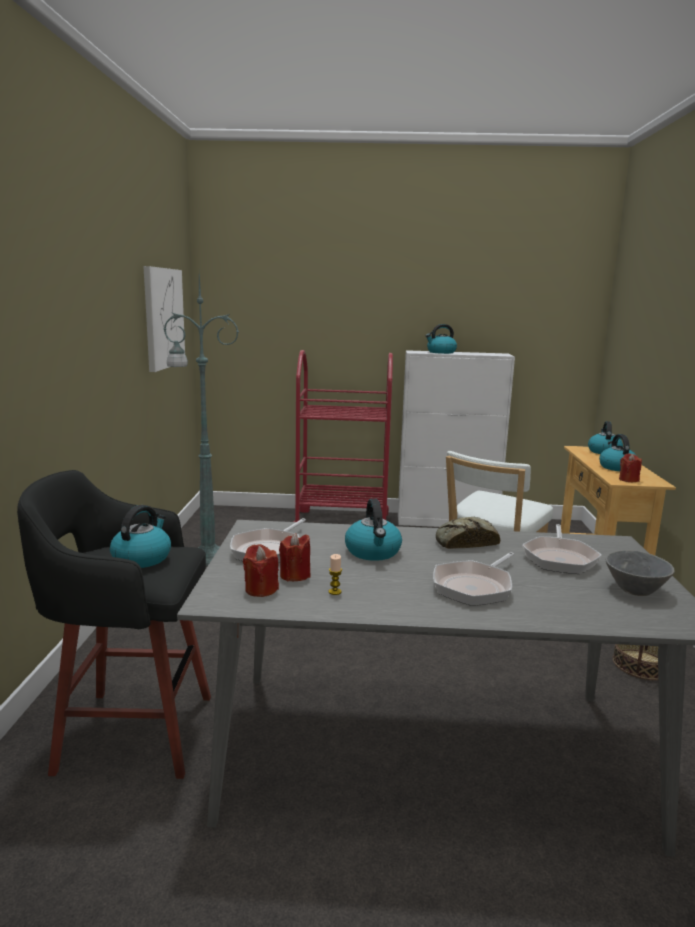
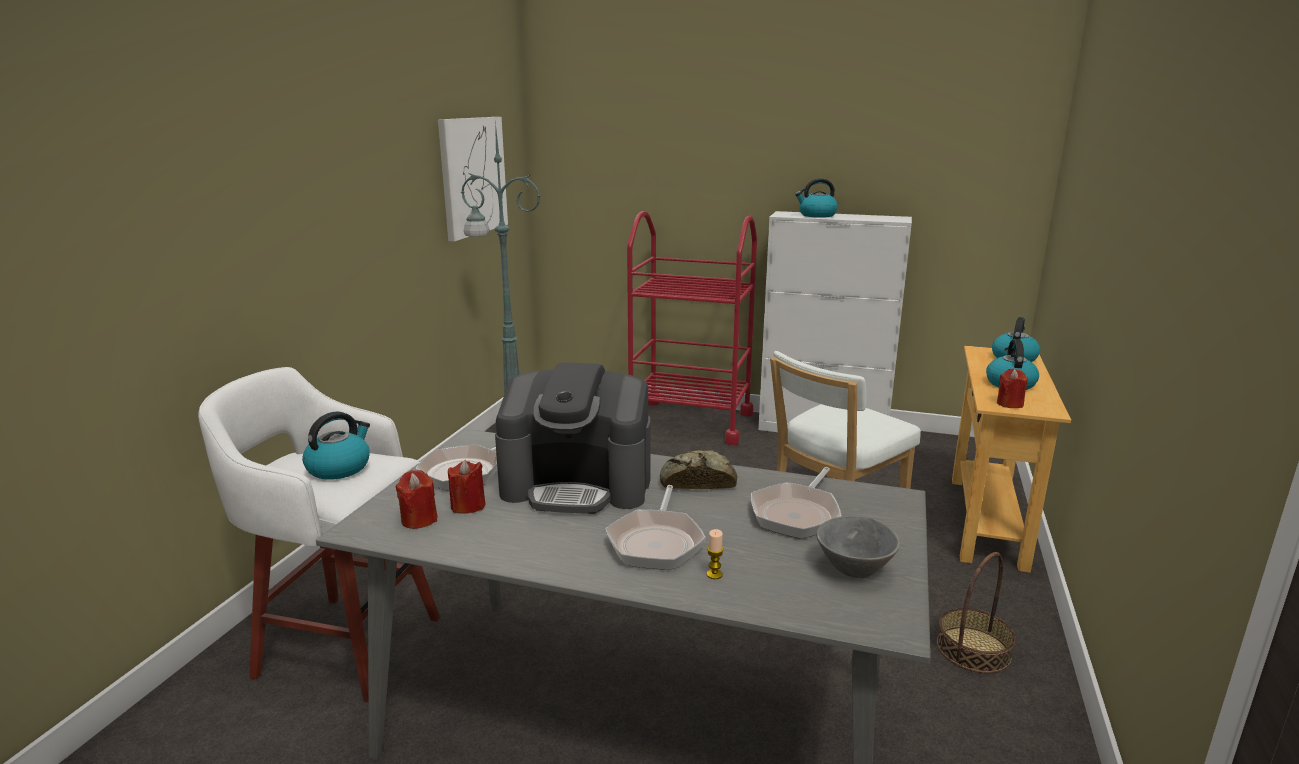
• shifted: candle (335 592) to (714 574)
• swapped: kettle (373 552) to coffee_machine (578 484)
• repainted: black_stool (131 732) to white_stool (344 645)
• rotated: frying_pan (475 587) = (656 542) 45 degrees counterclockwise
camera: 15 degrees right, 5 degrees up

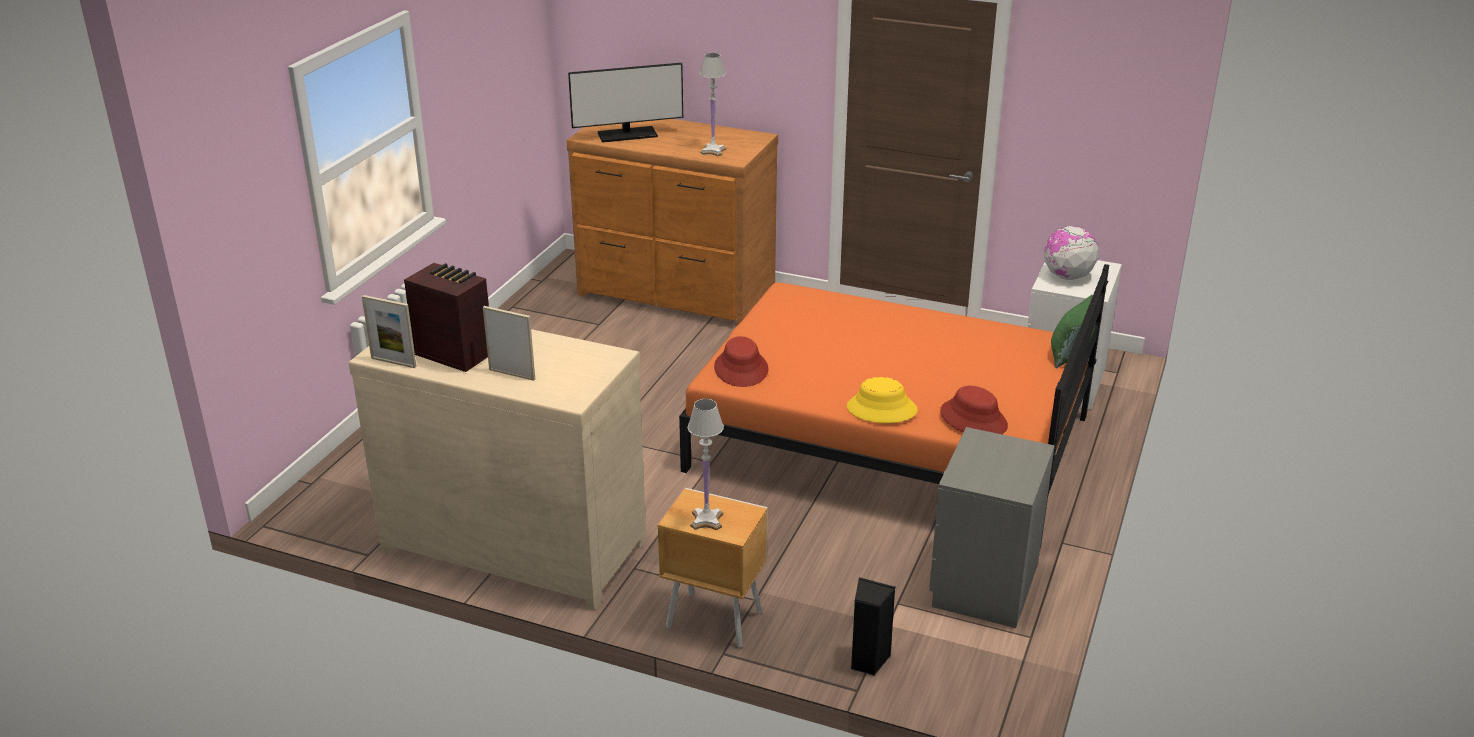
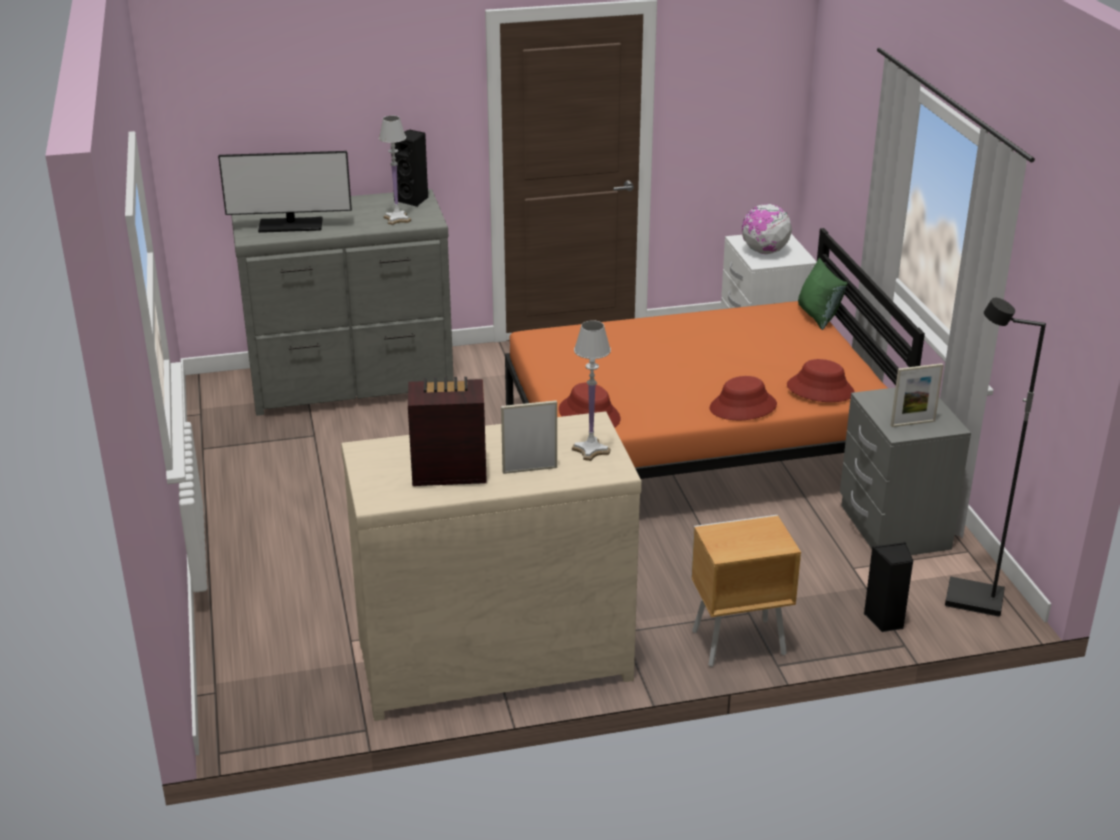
• new: black_speaker (413 200)
• new: black_floor_lamp (973 600)
• shifted: picture_frame (393 362) to (912 423)
• shifted: white_table_lamp (707 520) to (591 450)
• repainted: brown_dresser (675 293) to grey_dresser (352 383)
• repainted: yellow_hat (881 409) to red_hat (743 407)
• rotated: monitor (627 135) = (290 225) 45 degrees clockwise
camera: 35 degrees left, 0 degrees up

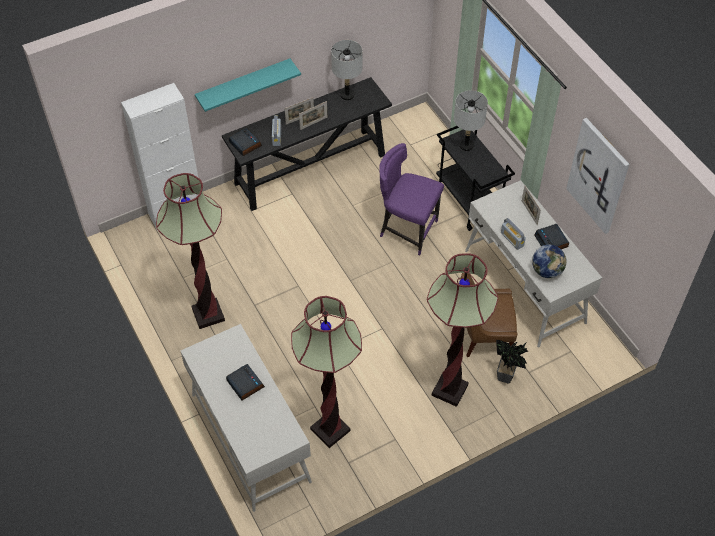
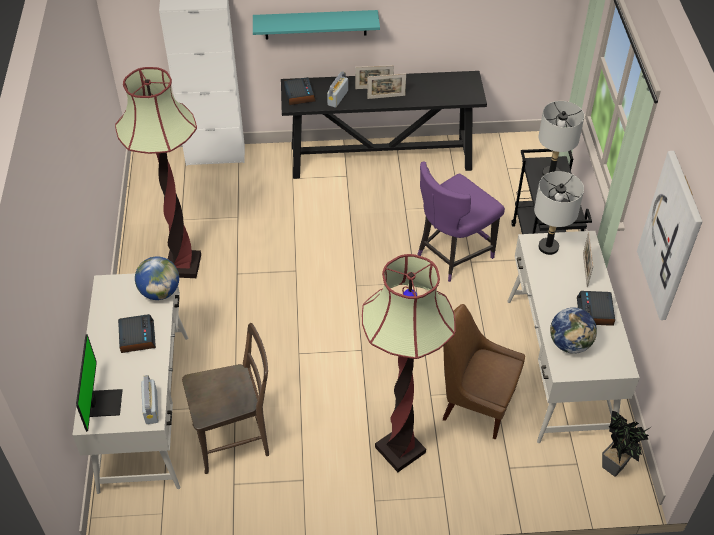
• new: monitor (104 403)
• new: globe (160 292)
• shifted: grey_table_lamp (347 95) to (548 247)
• shifted: potted_plant (507 379) to (614 470)
• shifted: radio (512 239) to (151 407)
• swapped: floor_lamp (330 430) to brown_chair (236 439)
• rotated: purple_chair (407 230) = (452 255) 90 degrees counterclockwise
camera: 25 degrees right, 5 degrees down

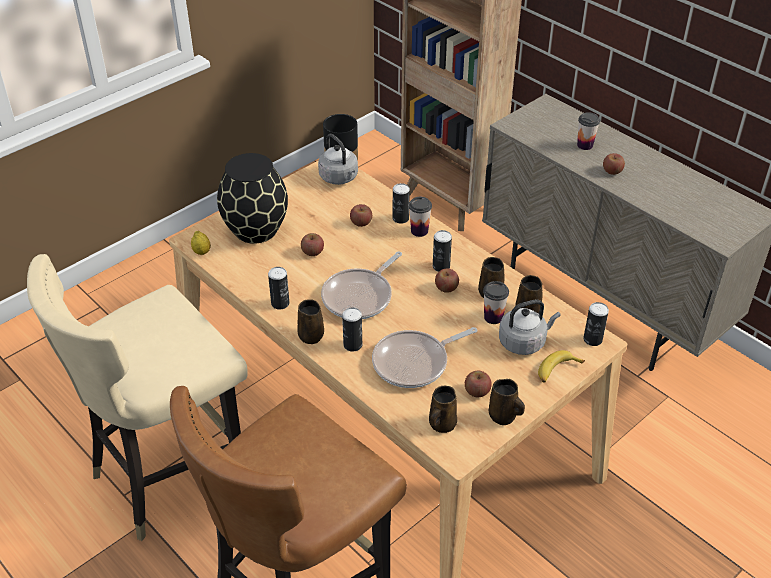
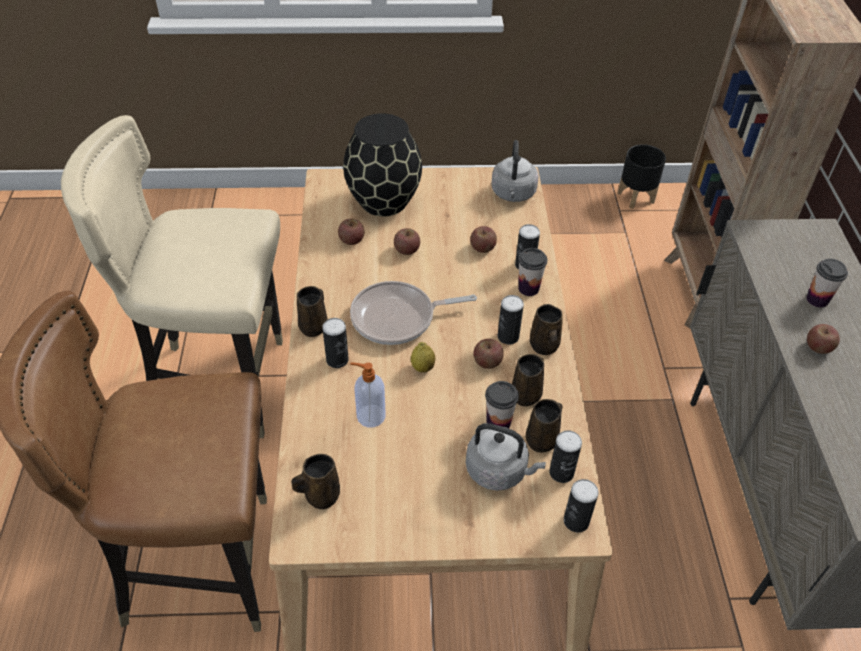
• gone: banana (557 371)
• shifted: lemon (202 252) to (422 367)
• shifted: can (280 303) to (561 472)
• shifted: apple (477 391) to (351 240)
• shifted: brown_mug (503 417) to (544 347)
• swapped: frying_pan (414 362) to soap_dispenser (370 416)
camera: 40 degrees right, 5 degrees up

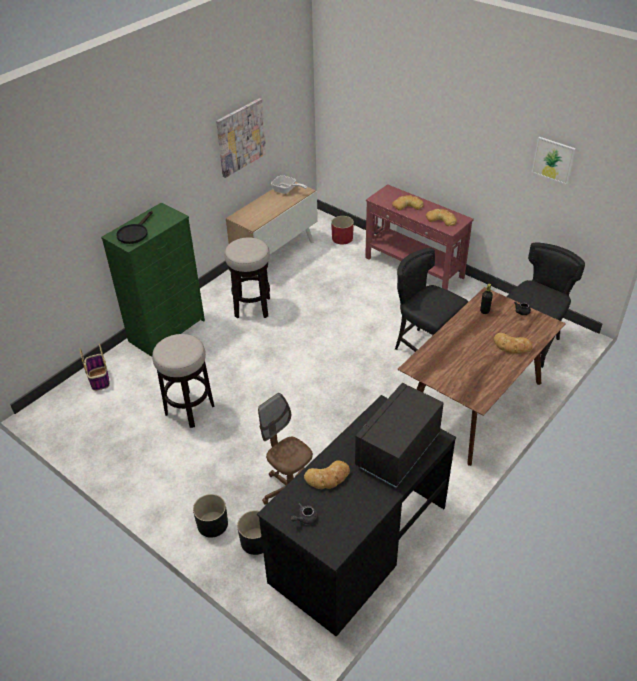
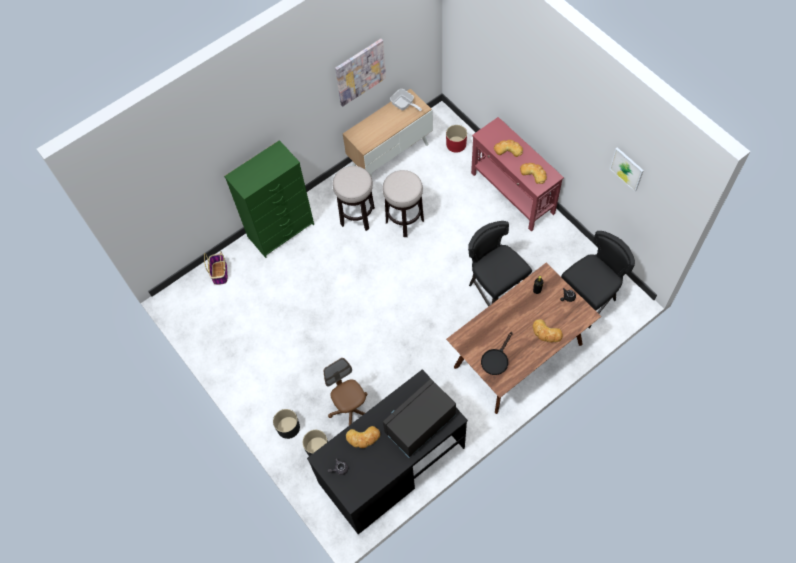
• shifted: black_frying_pan (134 233) to (496 359)
• shifted: stool (189 409) to (404 220)
camera: 15 degrees right, 20 degrees up

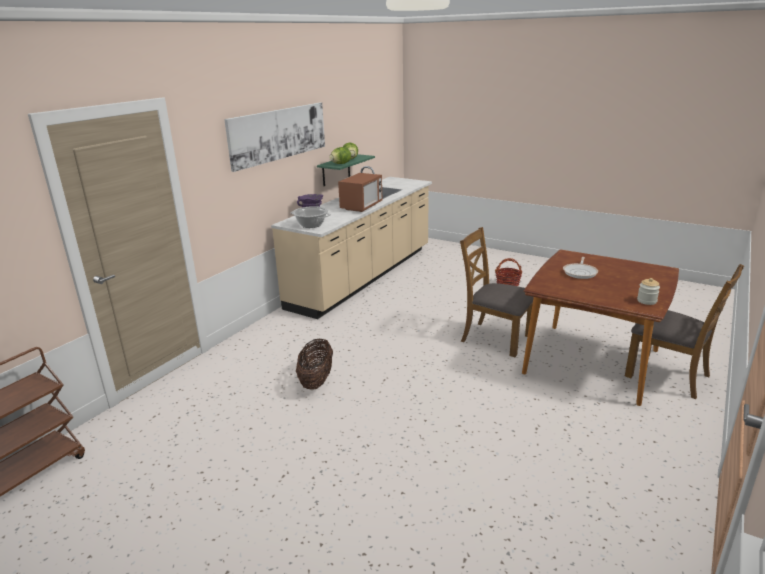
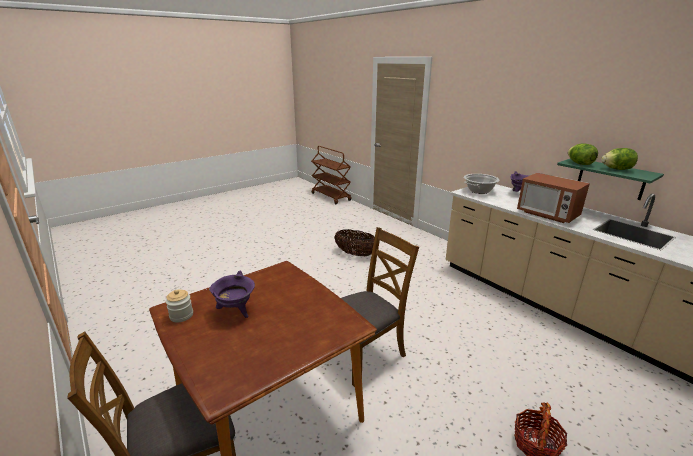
• gone: picture (279 134)
• gone: frying_pan (580 272)
• new: purple_cooking_pot (236 311)
camera: 110 degrees right, 0 degrees up

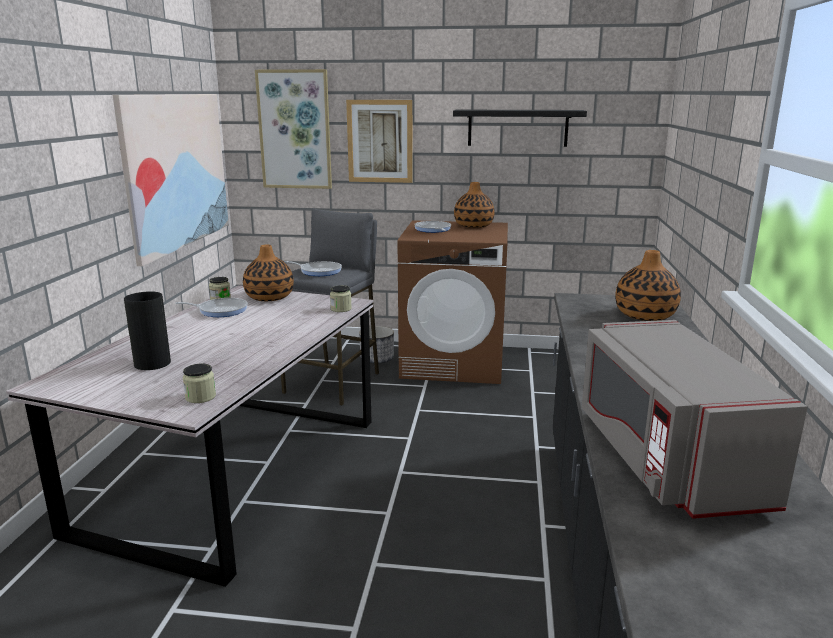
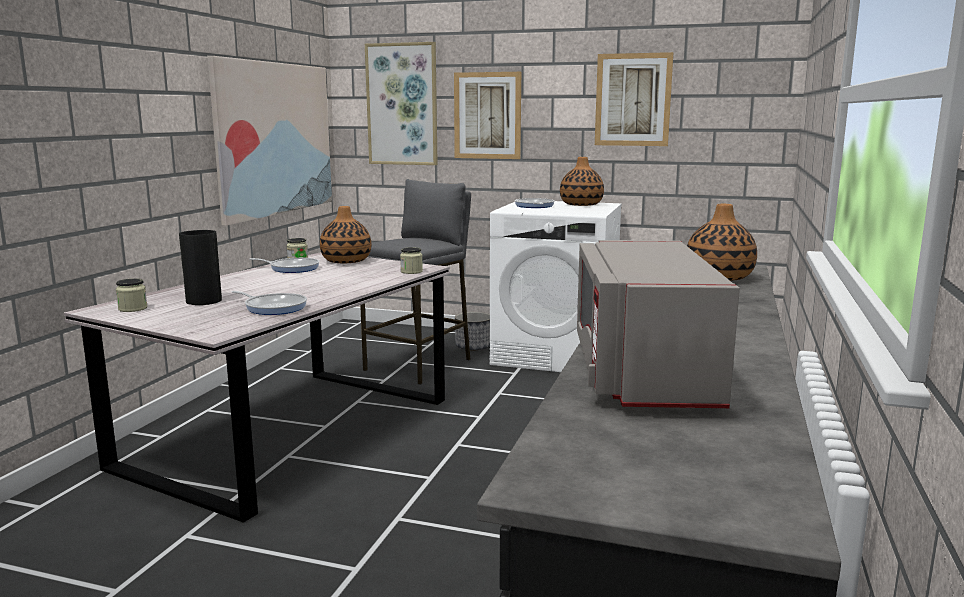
• shifted: jar (200 397) to (133 309)
• shifted: frying_pan (319 271) to (273 307)
• swapped: black_shelf (517 128) to picture (633 100)
• repainted: brown_washing_machine (454 363) to white_washing_machine (555 355)
camera: 10 degrees right, 5 degrees down

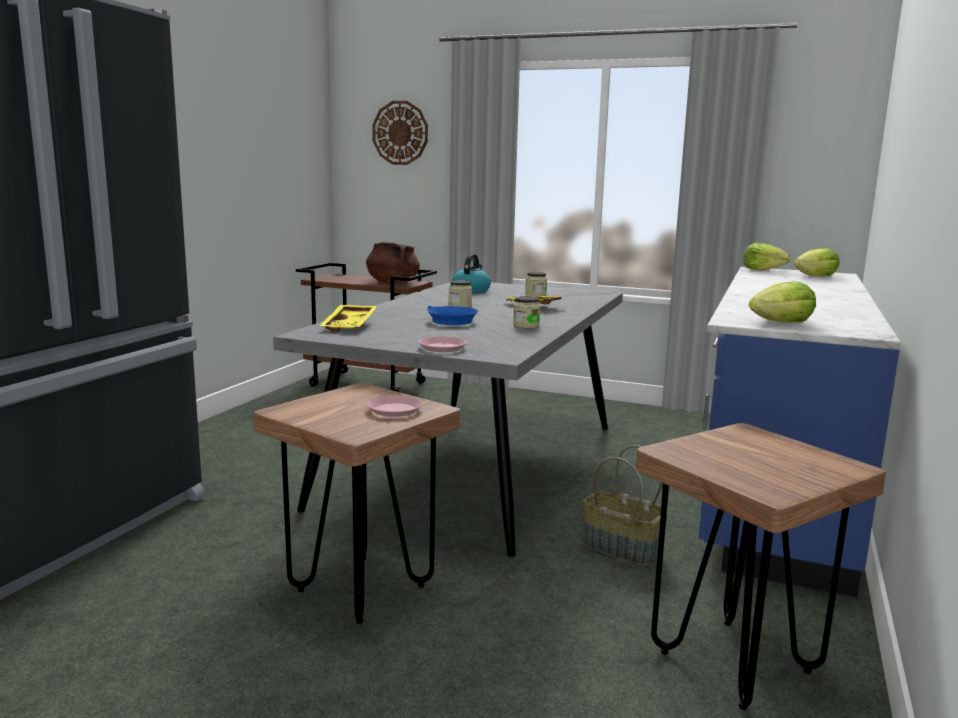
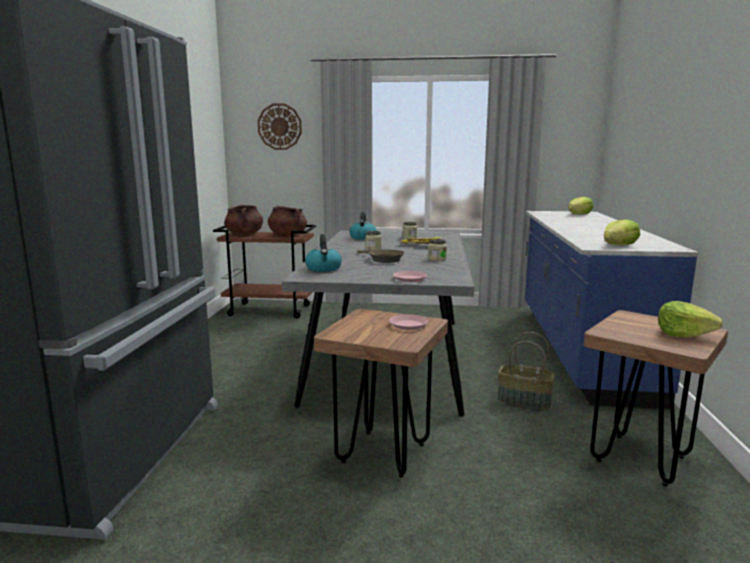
• new: brown_cooking_pot (244 234)
• shifted: lettuce (763 270) to (683 334)
• swapped: yellow_tray (351 326) to kettle (324 269)
• repainted: blue_frying_pan (449 320) to brown_frying_pan (383 259)
camera: 15 degrees left, 0 degrees up

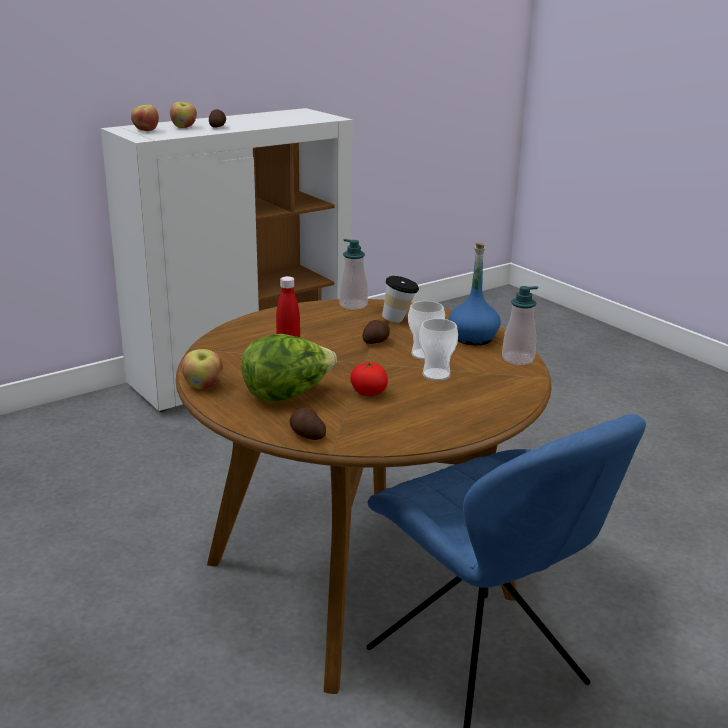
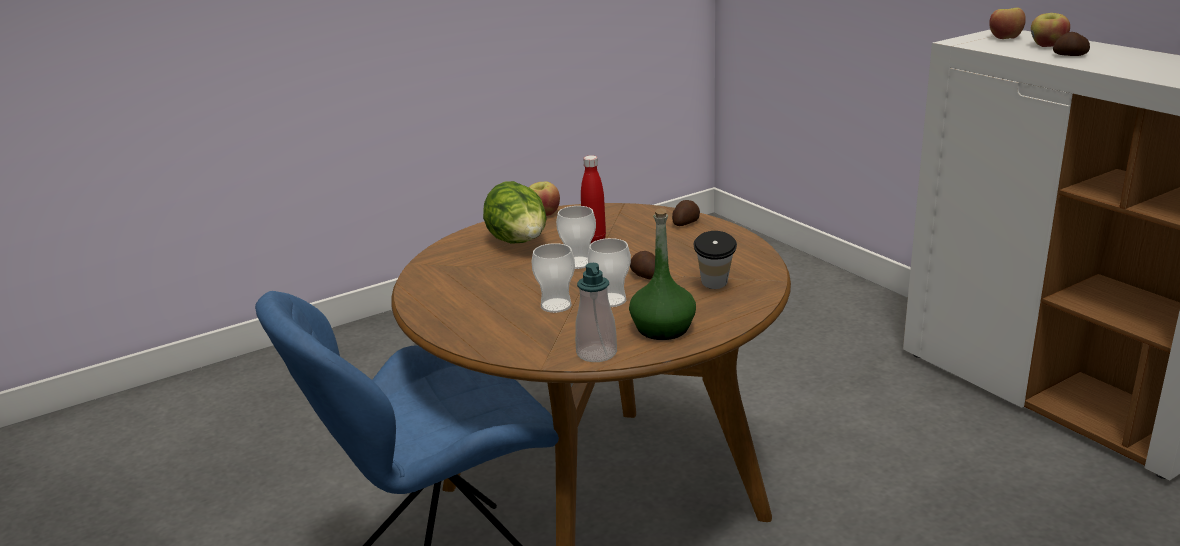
• gone: soap_dispenser (353 305)
• gone: tomato (369 393)
• new: cup (578 263)
• shifted: potato (306 435) to (685 223)
• repainted: blue_bottle (473 338) to green_bottle (663 329)
camera: 95 degrees right, 0 degrees up

